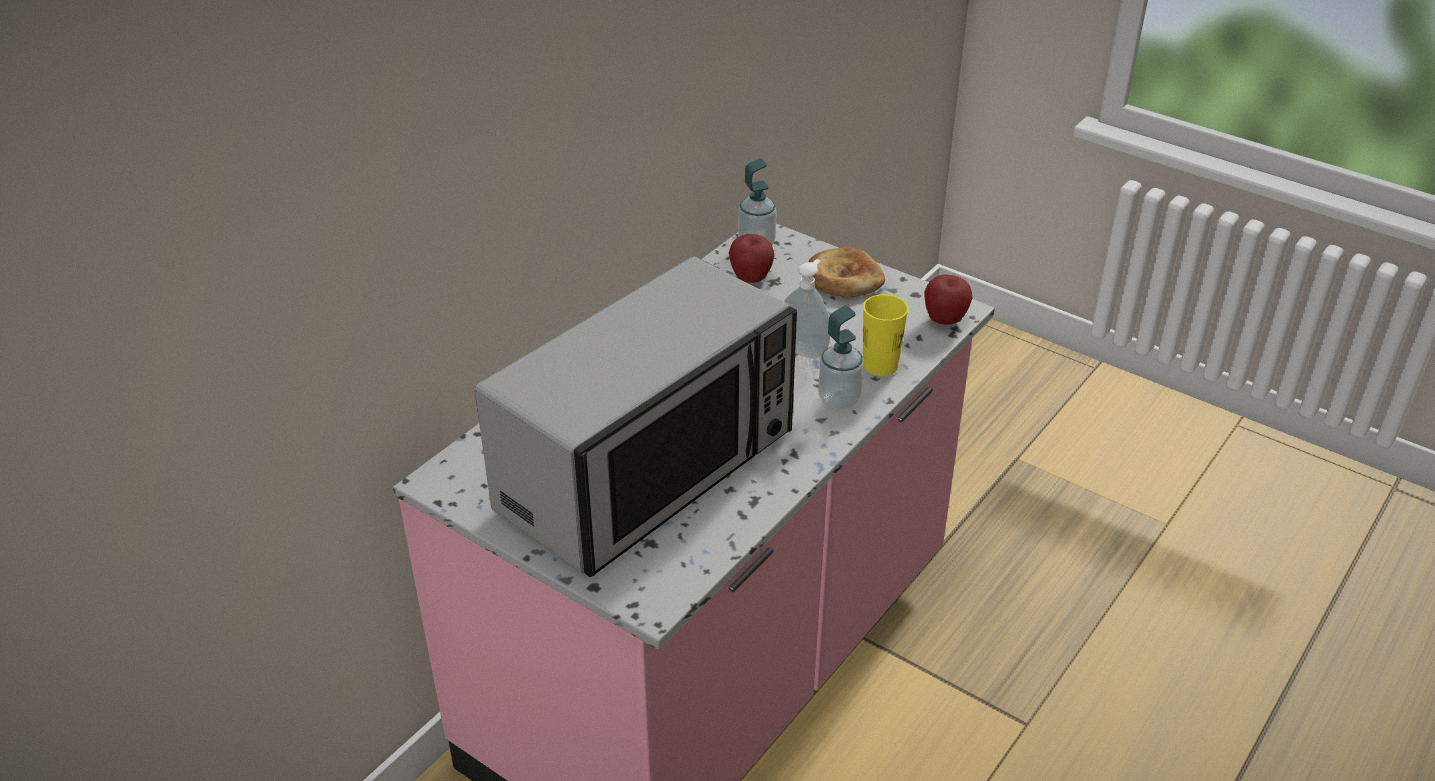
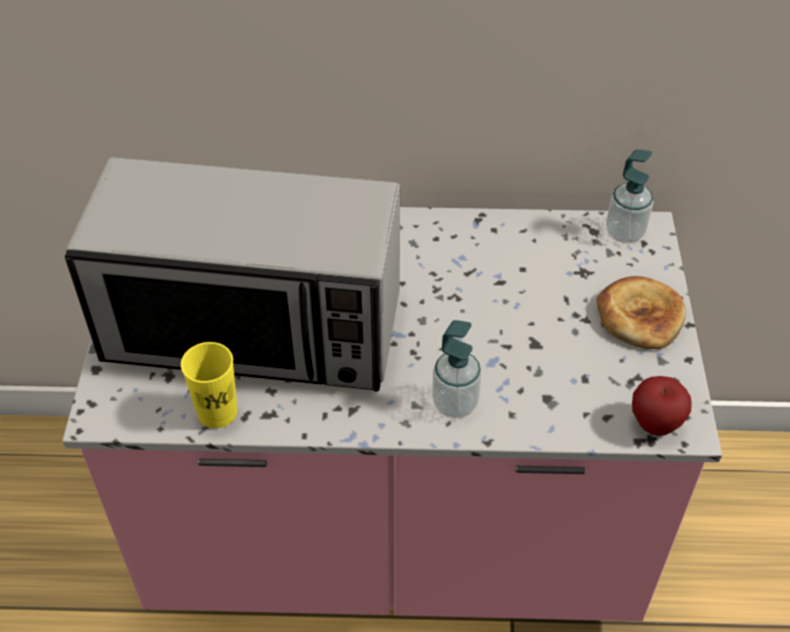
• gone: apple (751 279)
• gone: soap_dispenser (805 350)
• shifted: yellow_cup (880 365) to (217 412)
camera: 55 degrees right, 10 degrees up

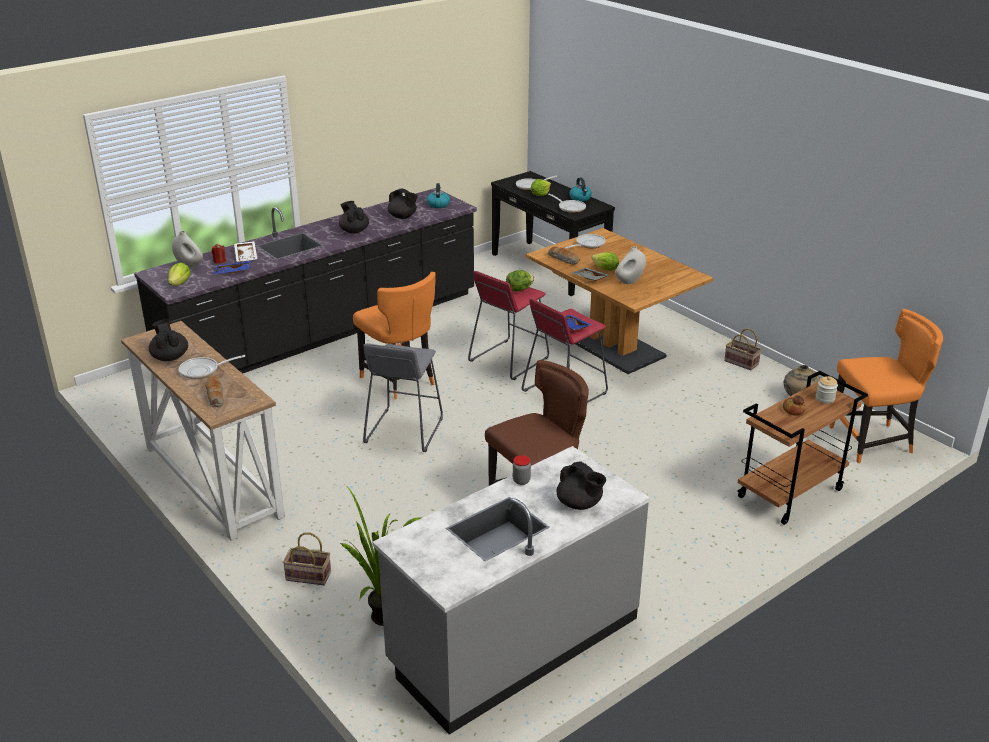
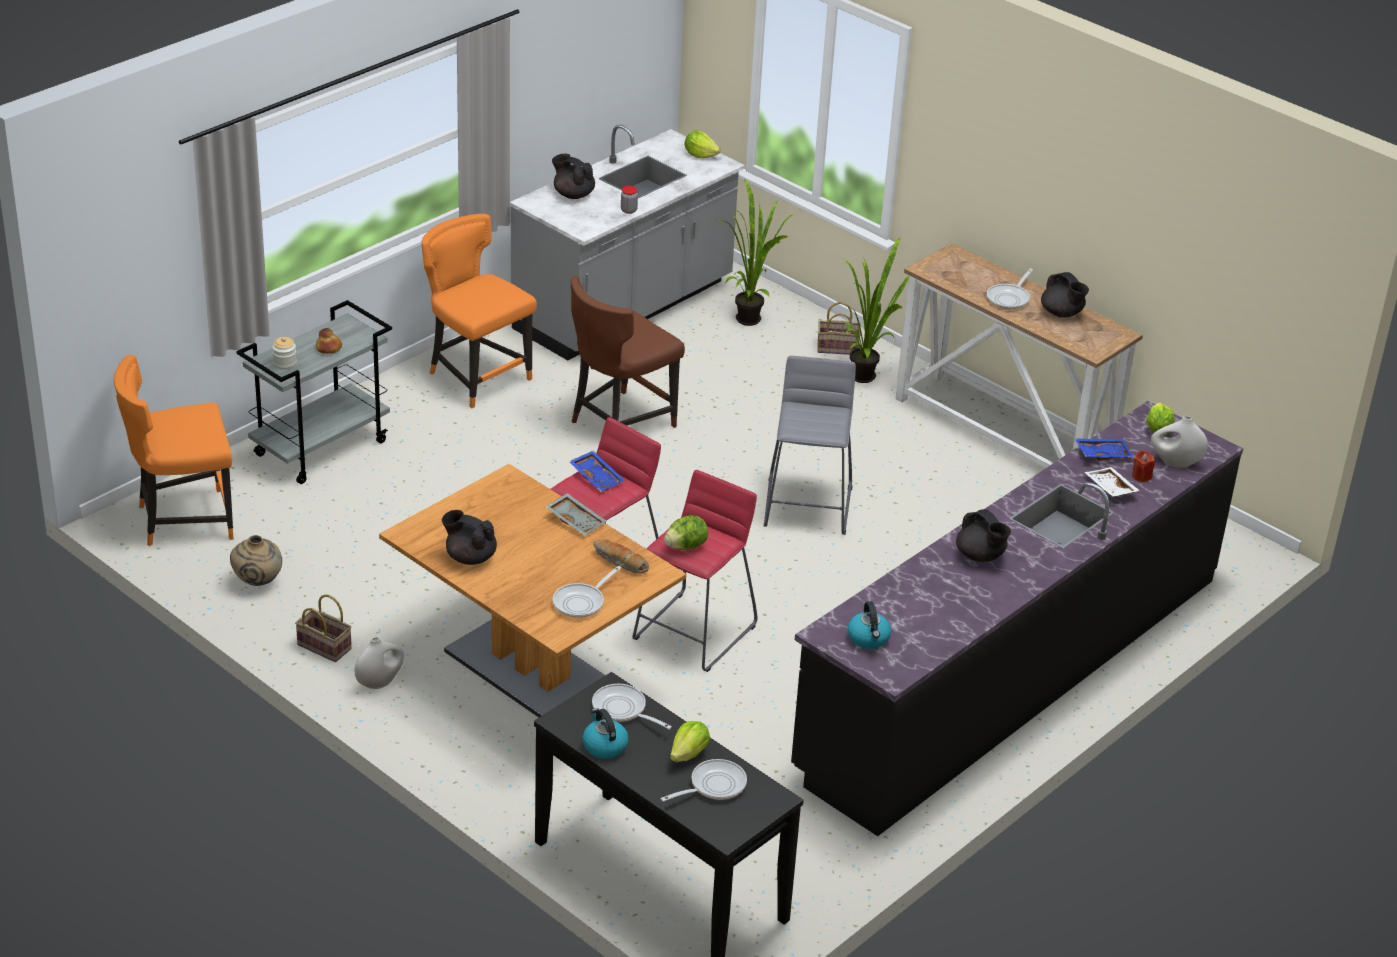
• gone: bread (215 395)
• new: potted_plant (868 375)
• shifted: orange_chair (400 380) to (477 377)
• shifted: black_teapot (403 217) to (470 557)
• shifted: lettuce (605 269) to (700 155)
• shifted: white_vase (629 281) to (380 682)
• repainted: brown_cart (790 494) to grey_cart (321 447)
• rotated: frying_pan (203 371) = (1009 298) 150 degrees clockwise
camera: 170 degrees right, 5 degrees up

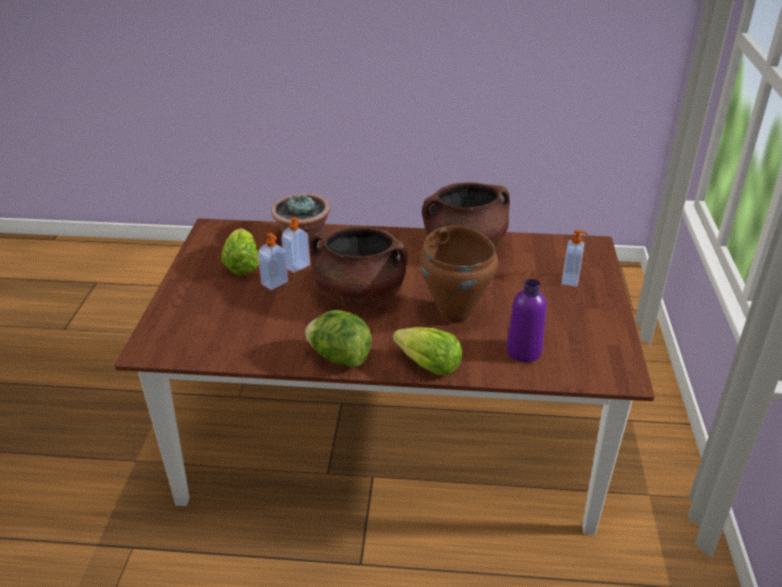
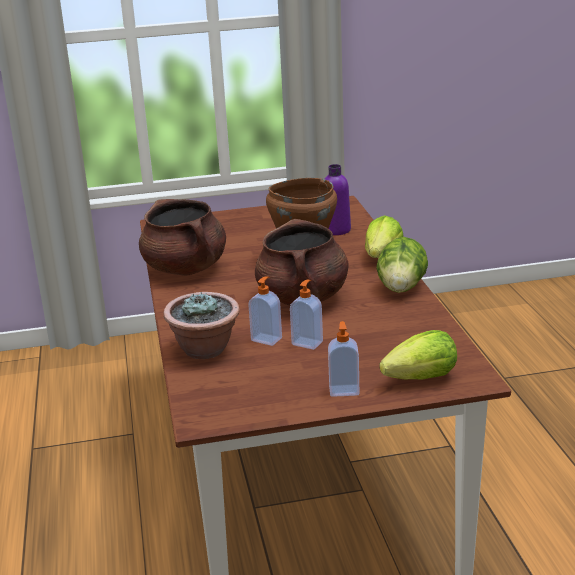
• shifted: lettuce (242 265) to (422 378)
• shifted: soap_dispenser (571 280) to (344 390)
camera: 105 degrees left, 10 degrees down

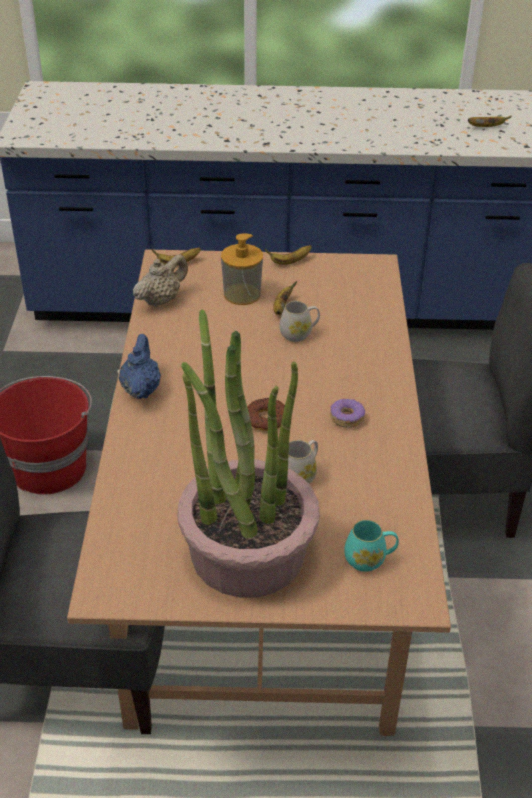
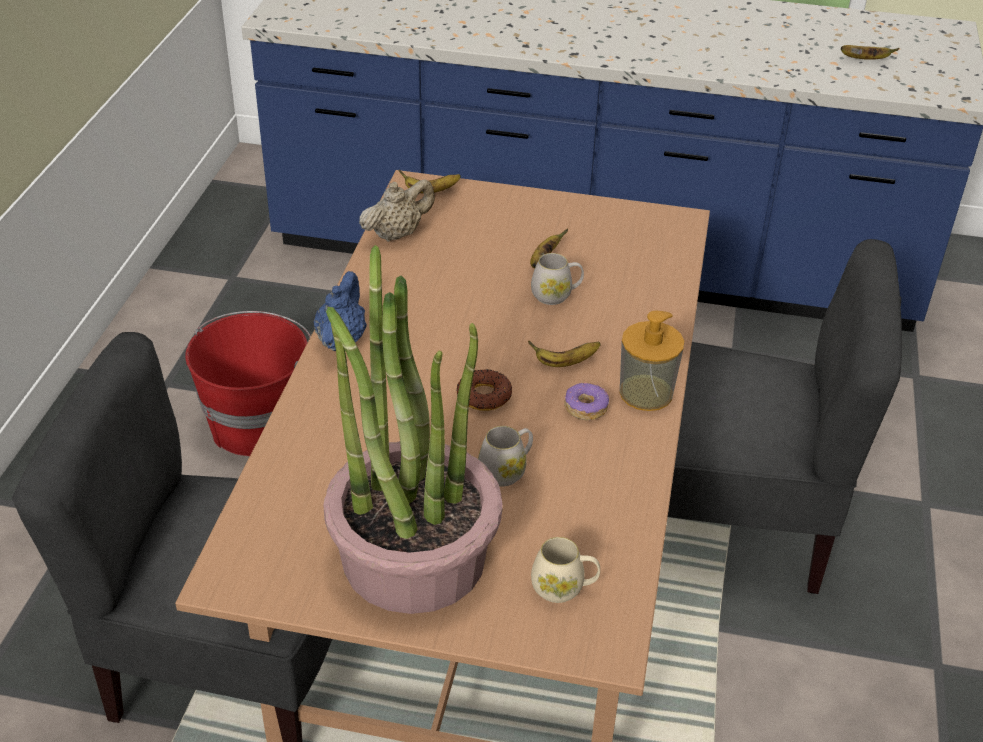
• shifted: soap_dispenser (242 294) to (646 393)
• shifted: banana (289 262) to (565 363)
• repainted: turquoise_mug (370 559) to beige_mug (564 588)
camera: 10 degrees right, 0 degrees up

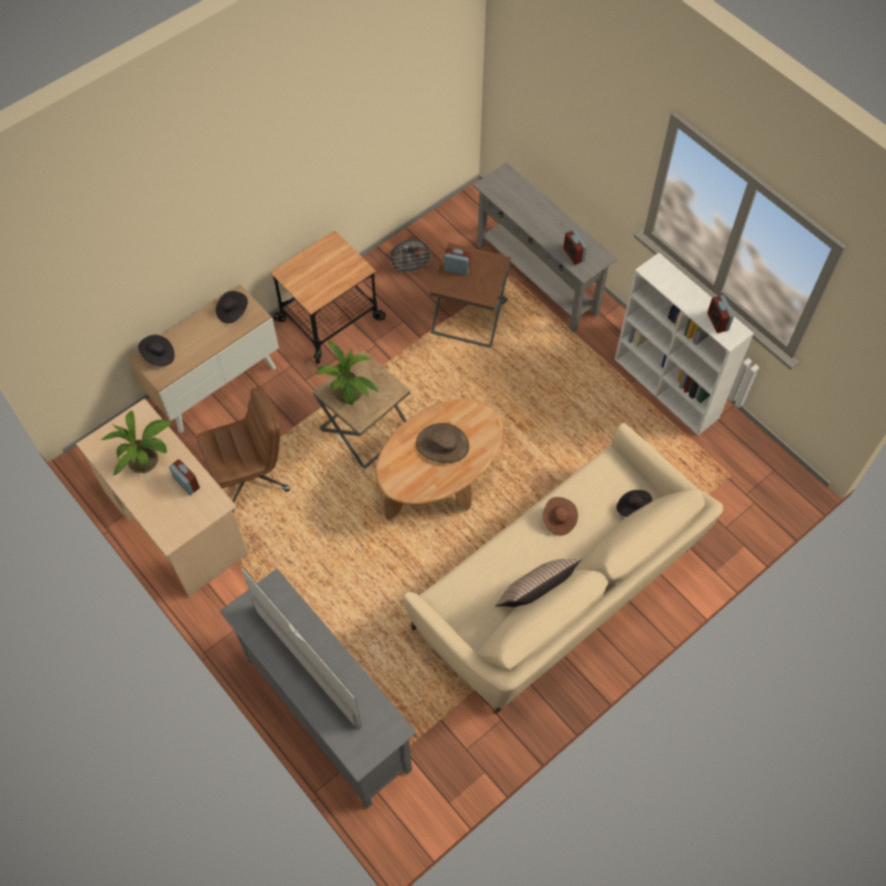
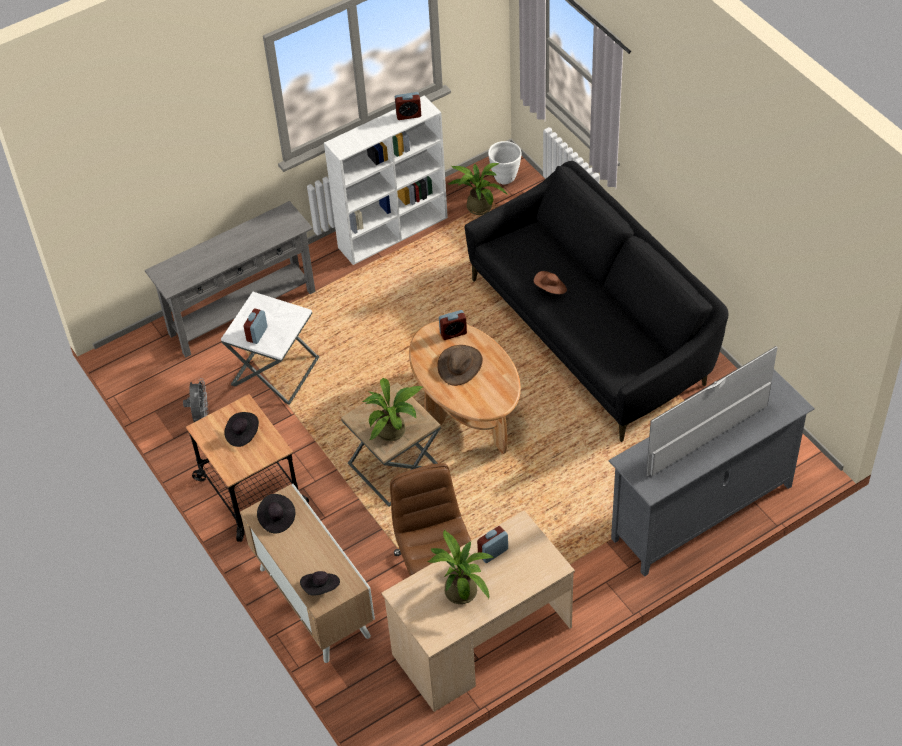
• gone: pillow (534 596)
• new: potted_plant (477 205)
• new: white_planter (505 178)
• shifted: alarm_clock (573 254) to (453 333)
• shifted: black_hat (633 508) to (242 434)
• repainted: beige_sofa (558 590) to black_sofa (592 332)
• repainted: brown_side_table (469 316) to white_side_table (275 371)
camera: 80 degrees left, 10 degrees down

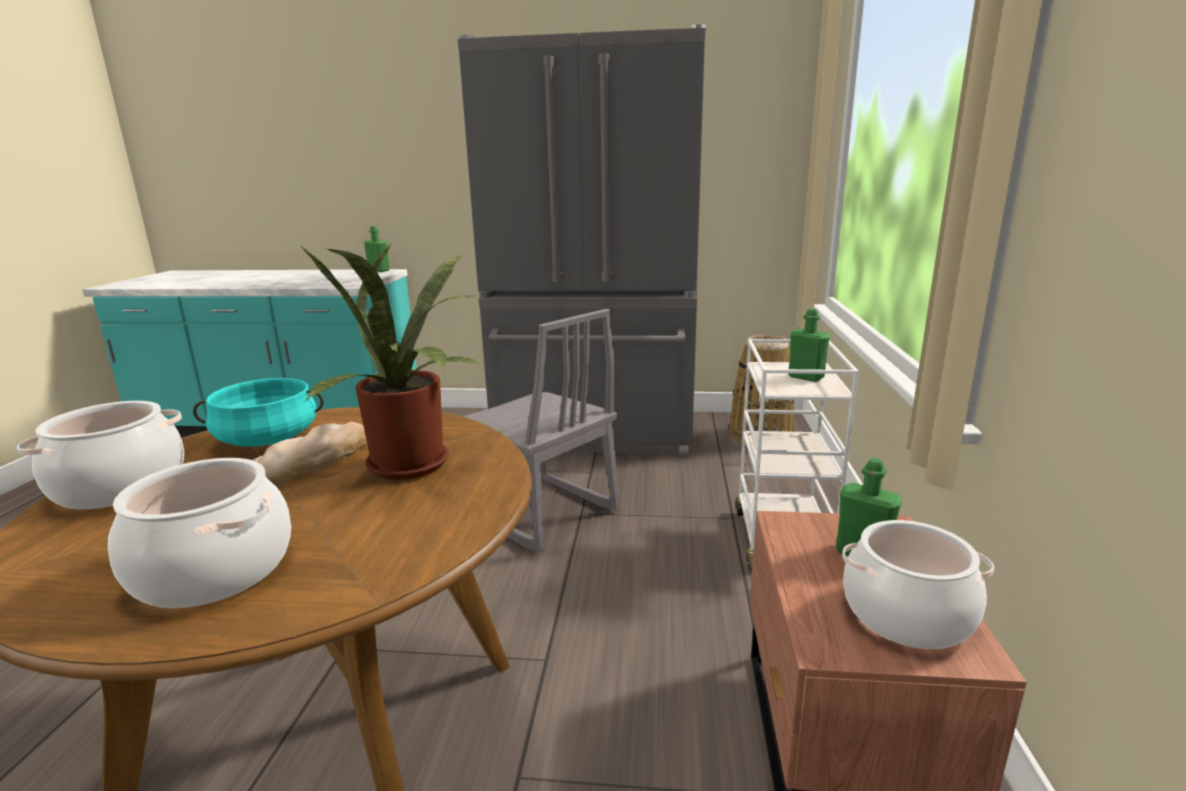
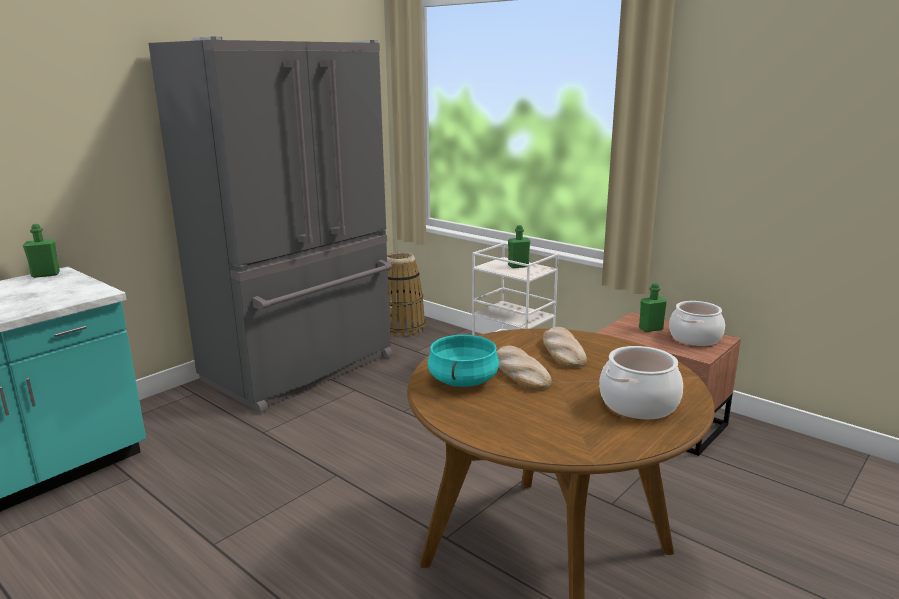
• gone: cooking_pot (120 487)
• gone: grey_chair (539 513)
• swapped: potted_plant (415 466) to bread (562 351)
camera: 55 degrees left, 0 degrees up

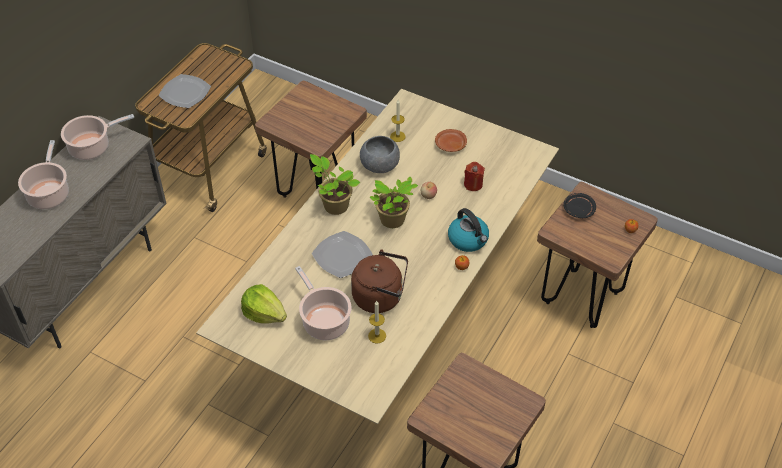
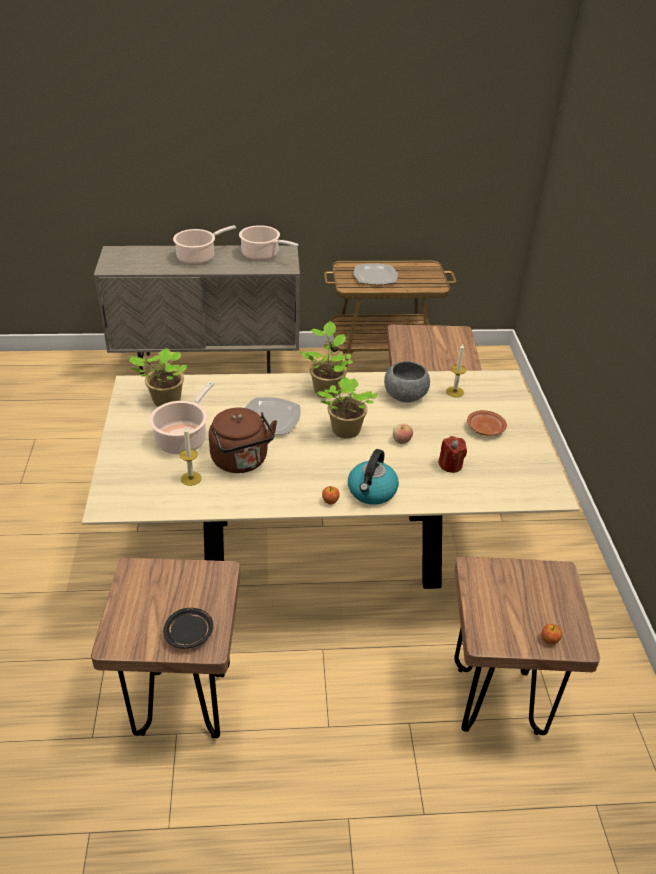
• shifted: black_plate (578 209) to (189 633)
• swapped: lettuce (264 313) to potted_plant (164 401)
camera: 55 degrees right, 10 degrees down

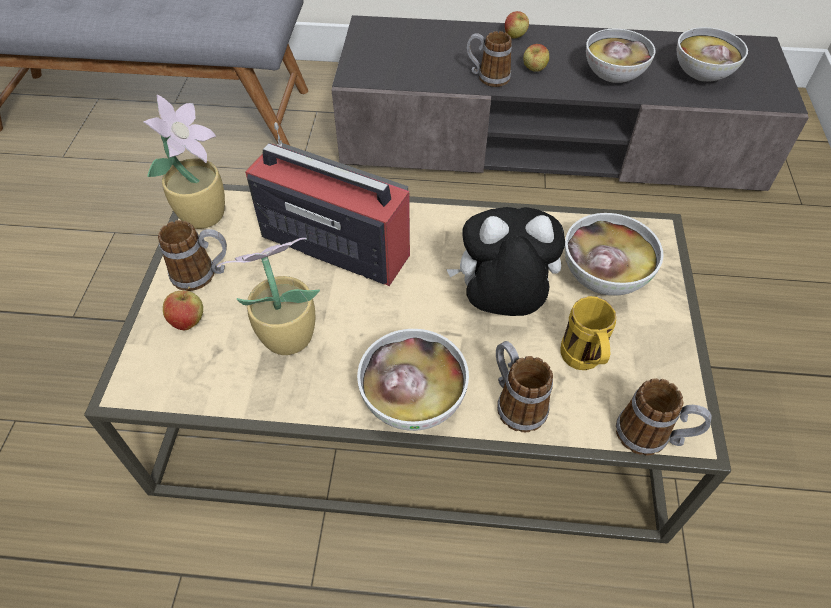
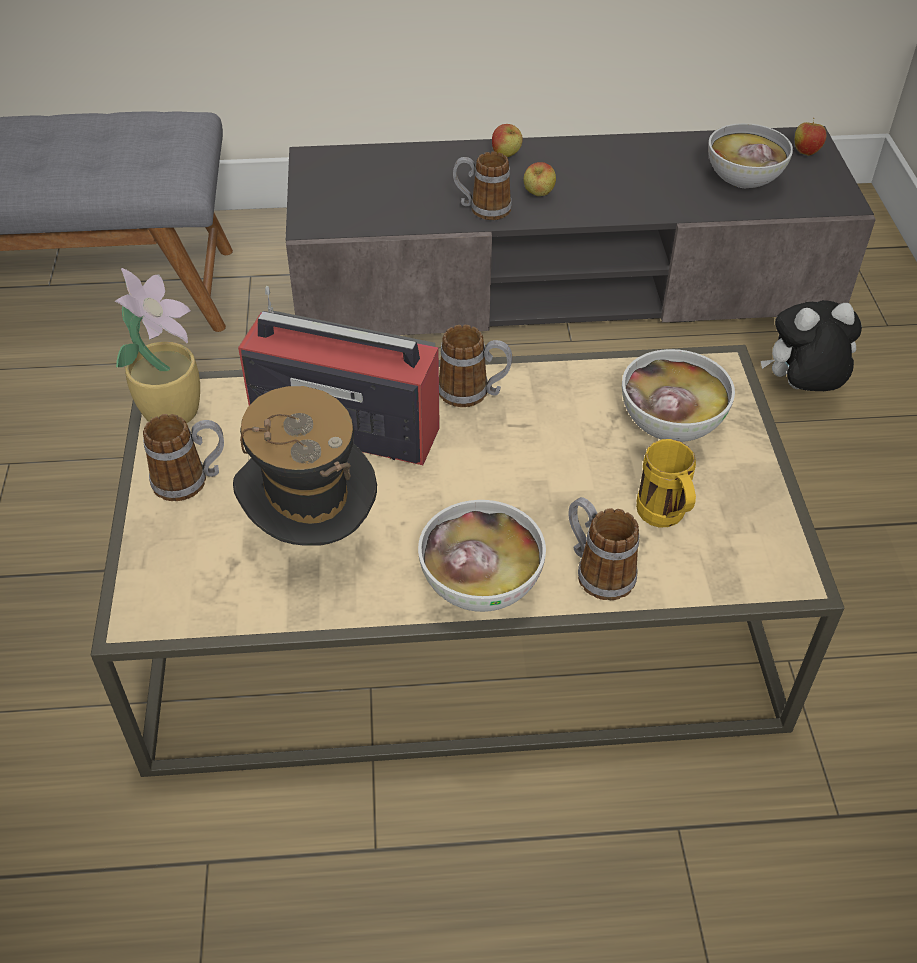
• gone: bowl (613 77)
• shifted: apple (188 322) to (806 152)
• shifted: plush_toy (501 304) to (801 390)
• shifted: mug (652 436) to (473 393)
• swapped: potted_plant (285 336) to hat (312 537)
camera: 10 degrees left, 5 degrees down

